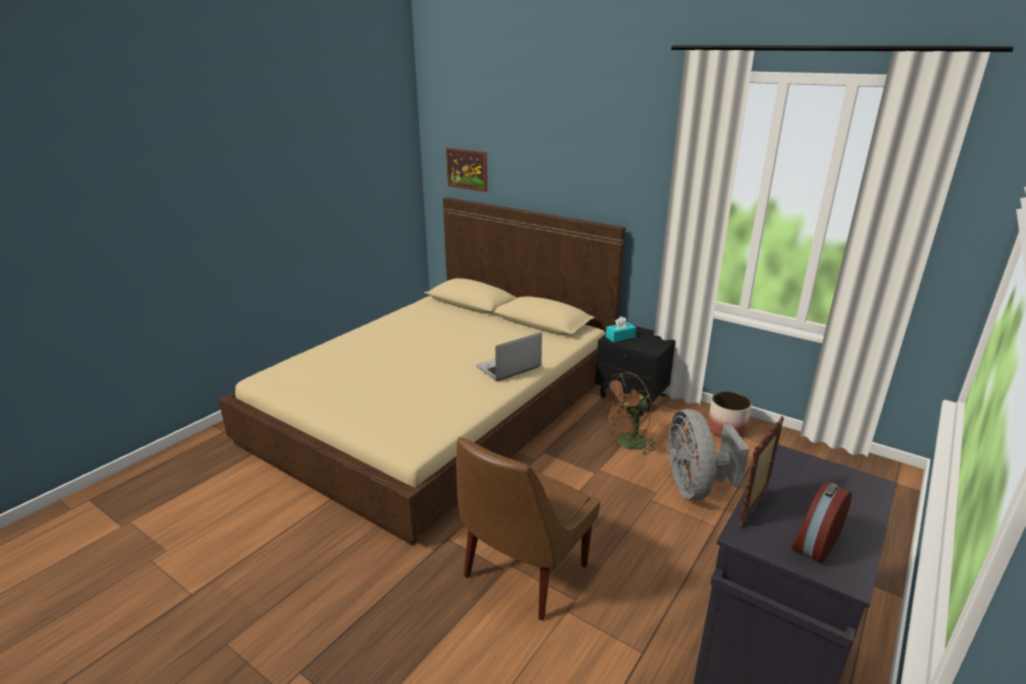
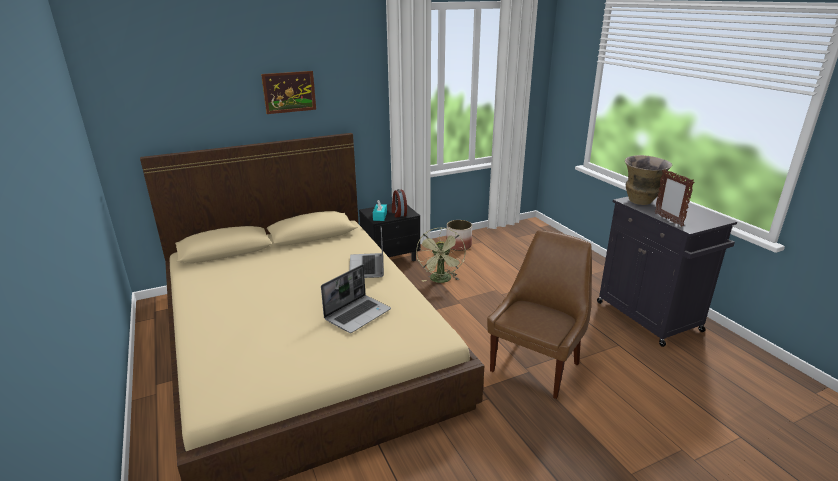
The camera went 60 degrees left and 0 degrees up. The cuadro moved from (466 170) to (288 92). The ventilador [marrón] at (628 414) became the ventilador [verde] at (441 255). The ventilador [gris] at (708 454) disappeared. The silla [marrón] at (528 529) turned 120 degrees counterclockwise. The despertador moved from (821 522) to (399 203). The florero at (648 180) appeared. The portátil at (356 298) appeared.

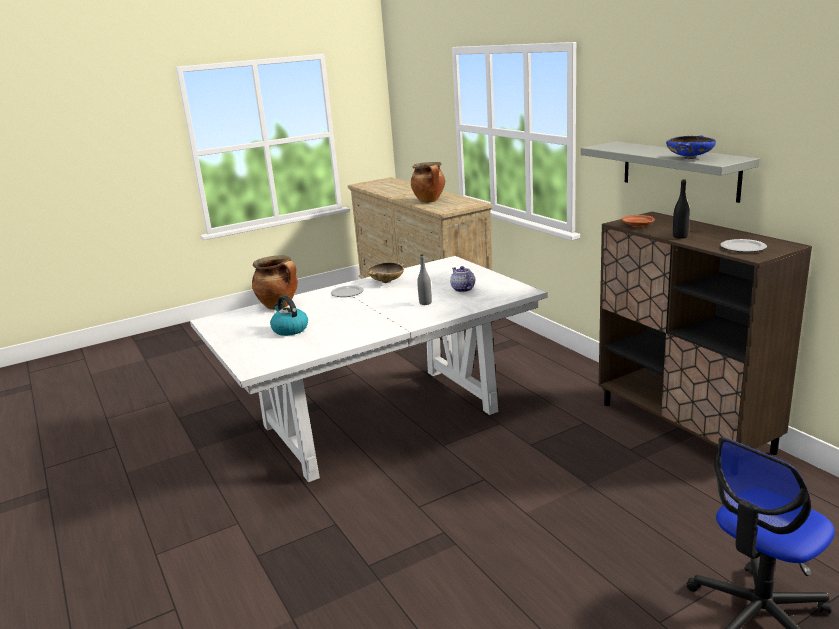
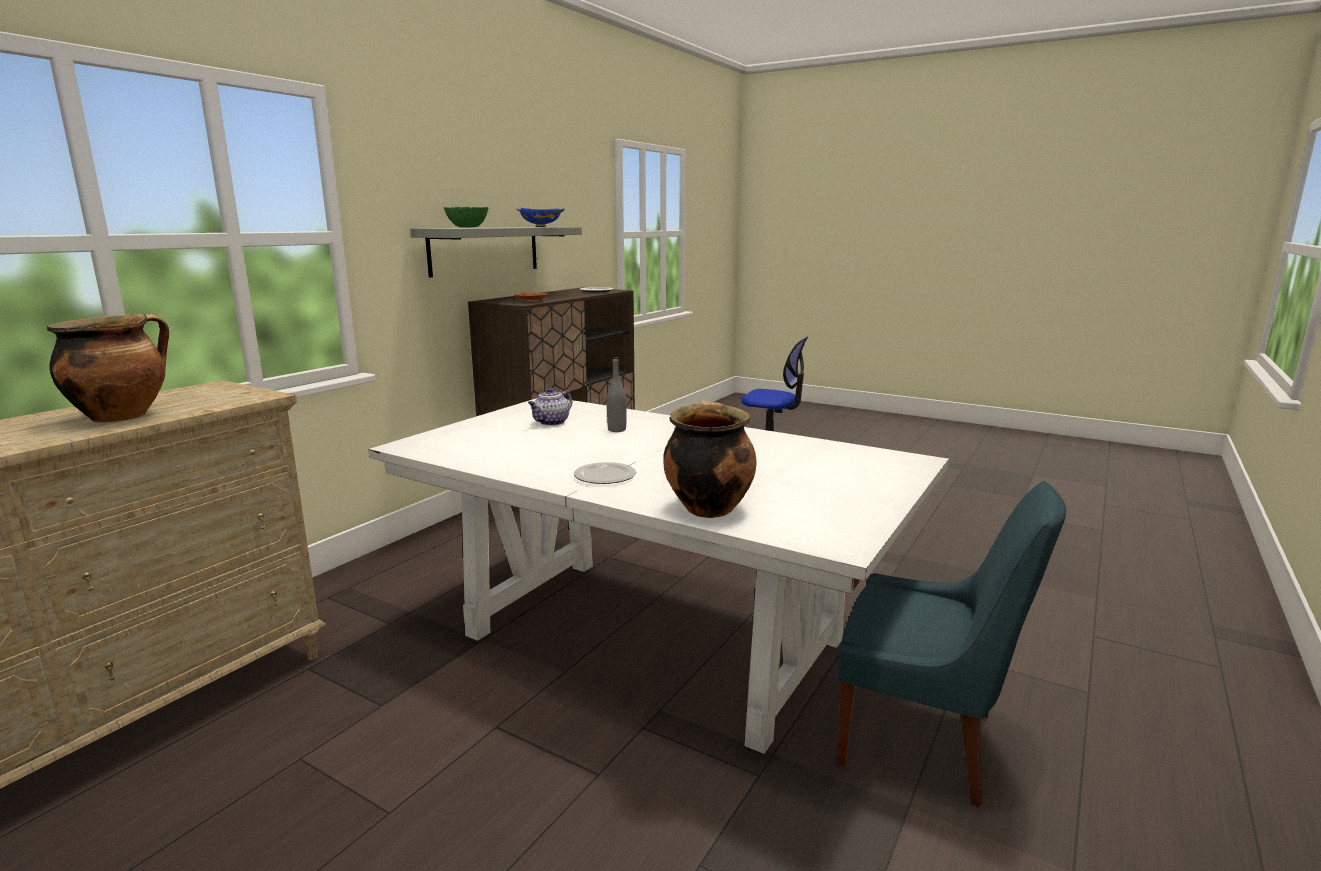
The camera went 120 degrees left and 5 degrees down. The botella [negro] at (681 209) disappeared. The cuenco [beis] at (386 272) disappeared. The hervidor at (289 316) disappeared. The cuenco [verde] at (466 217) appeared. The silla [azul] at (951 644) appeared.

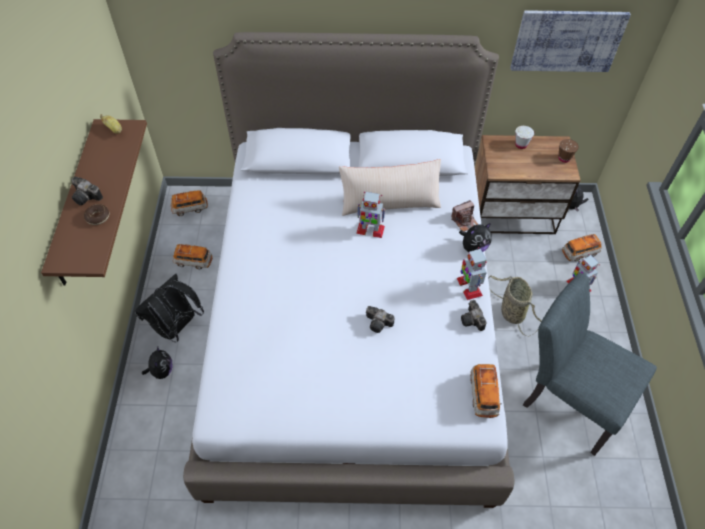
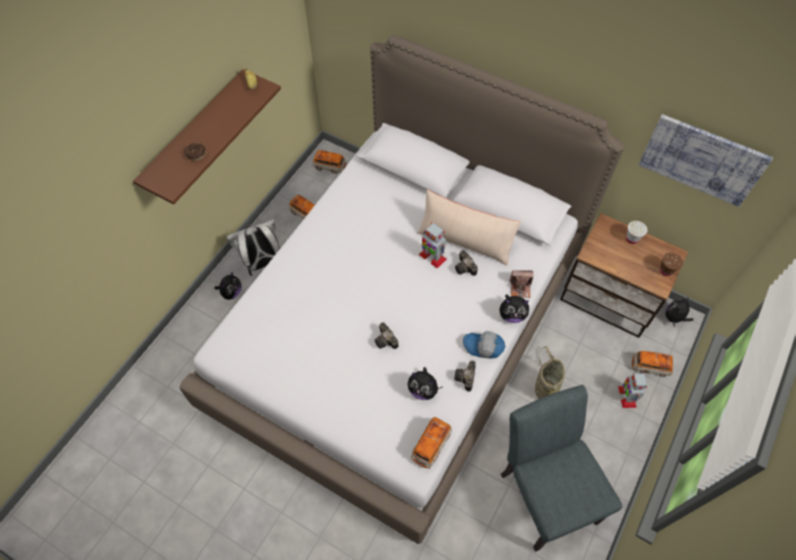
The camera went 30 degrees right and 5 degrees up. The cámara moved from (87 191) to (466 263). The robot de juguete at (472 273) was replaced by the gorra at (484 345). The mochila [negro] at (169 307) became the mochila [blanco] at (253 247). The peluche at (424 383) appeared.

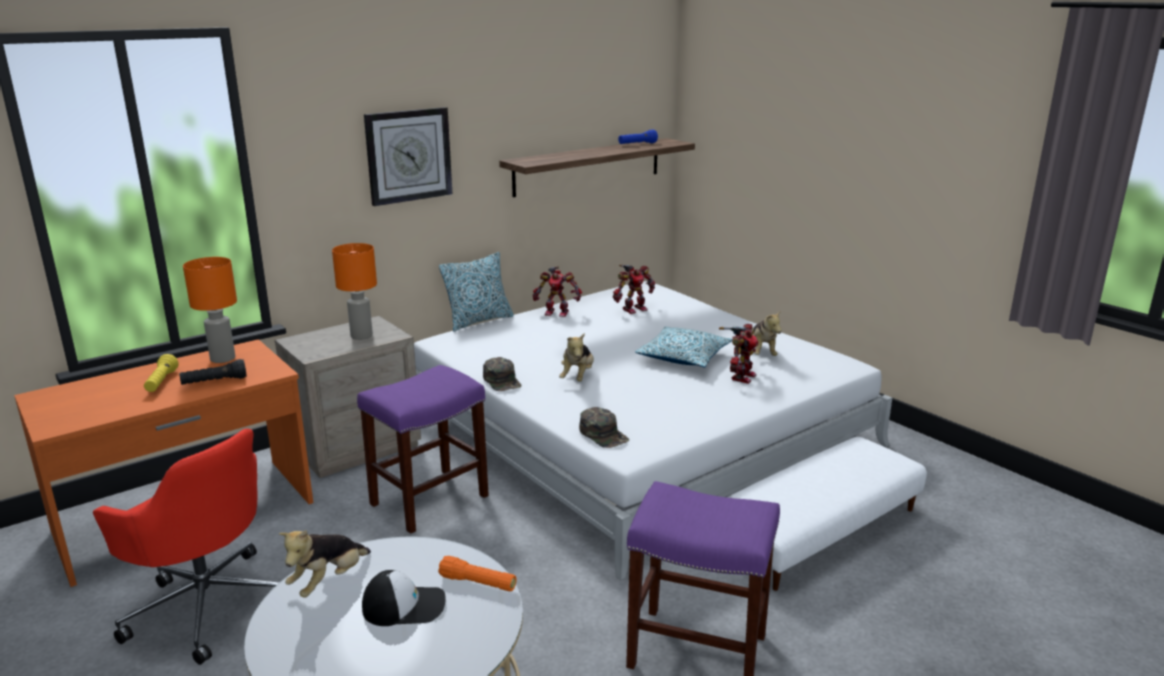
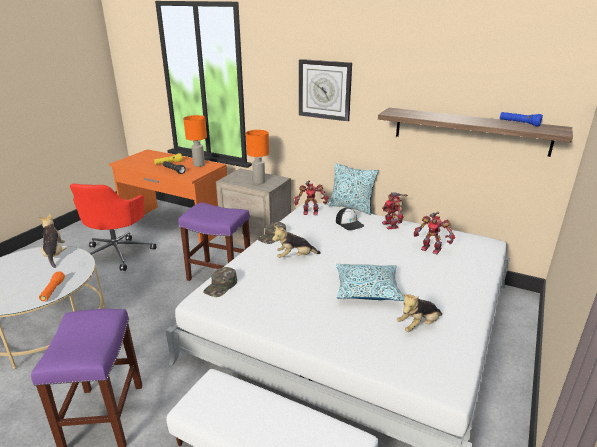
The camera went 65 degrees right and 5 degrees up. The robot de juguete moved from (738 354) to (311 197). The peluche at (325 563) turned 60 degrees clockwise. The gorra moved from (404 598) to (350 219).

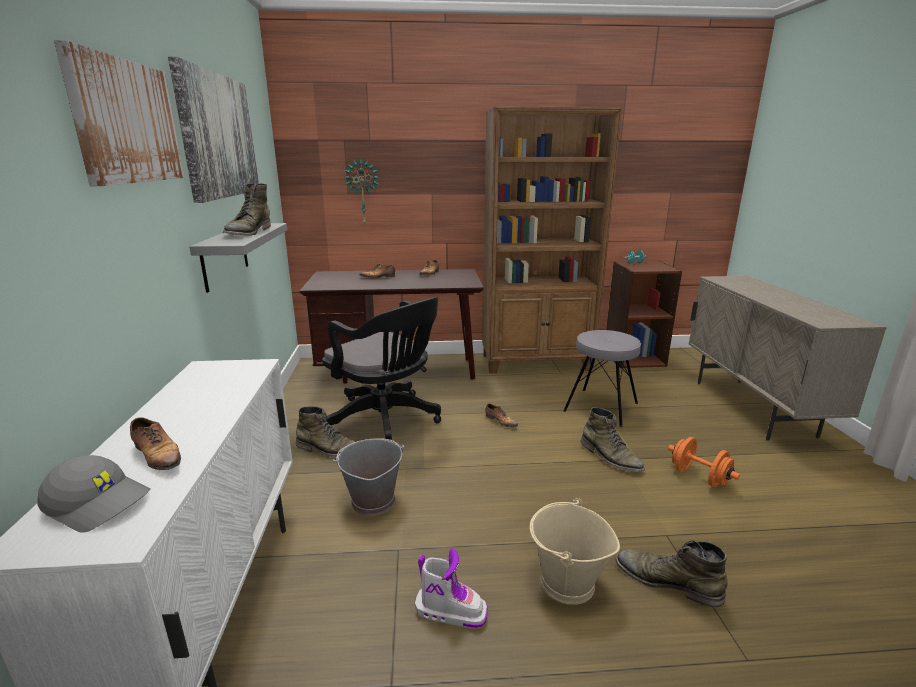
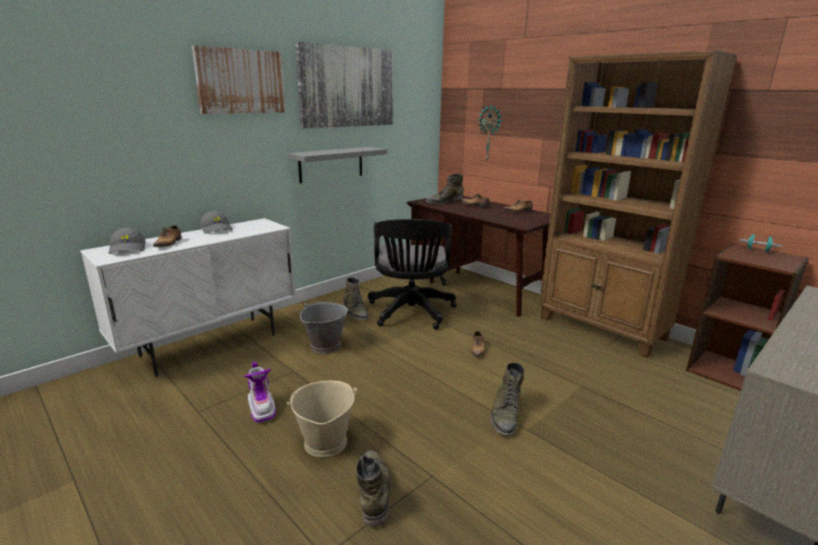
The camera went 50 degrees right and 0 degrees up. The bota [verde] moved from (247 209) to (444 189). The taburete [gris] at (602 378) disappeared. The mancuerna [naranja] at (704 462) disappeared. The gorra [gris] at (216 222) appeared.

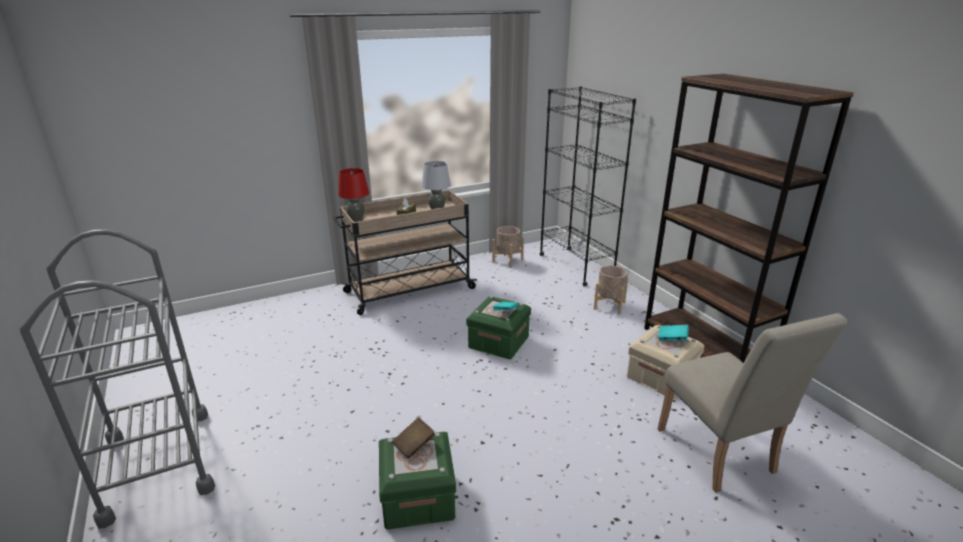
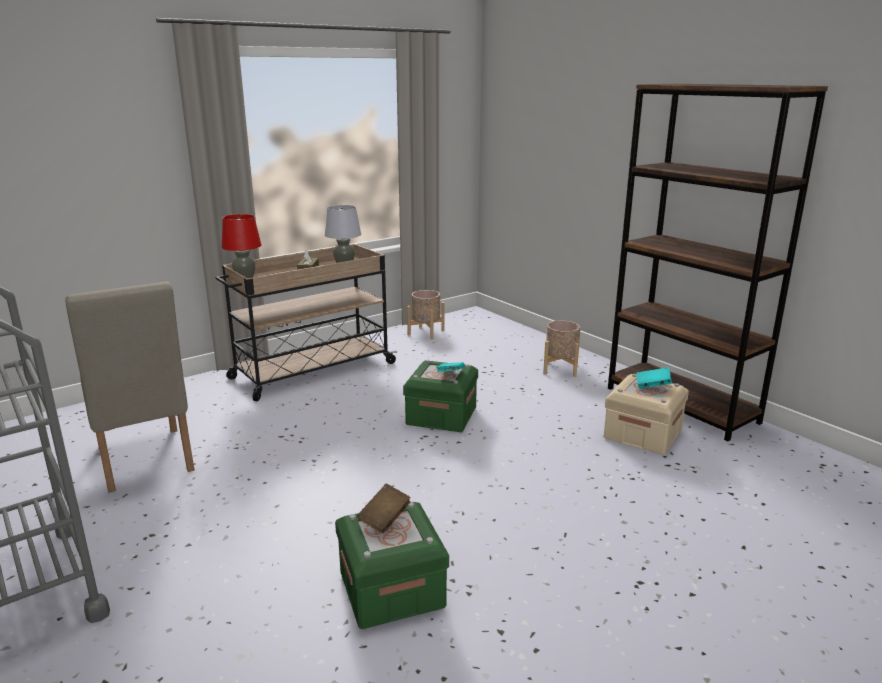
The camera went 10 degrees left and 5 degrees down. The estantería [negro] at (588 186) disappeared. The silla [beis] moved from (752 403) to (130 387).

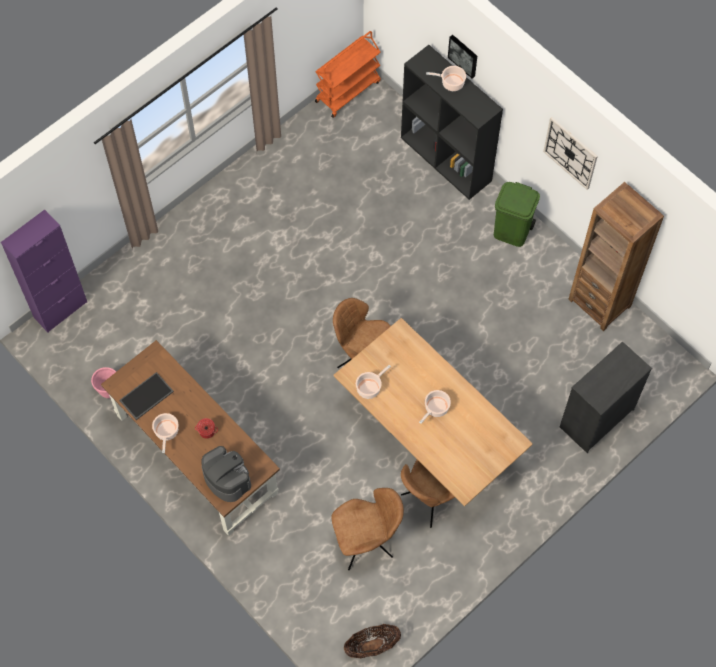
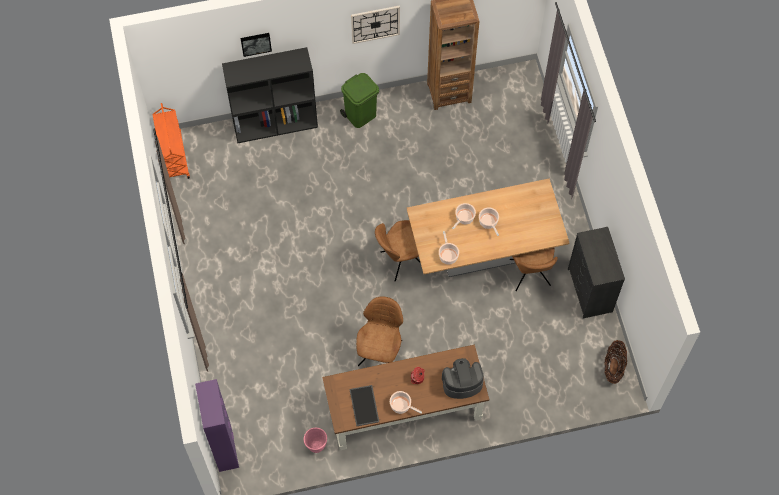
The camera went 60 degrees left and 0 degrees up. The olla moved from (446 78) to (464 216). The cómoda [negro] moved from (606 397) to (596 272). The silla [marrón] moved from (367 529) to (379 331).

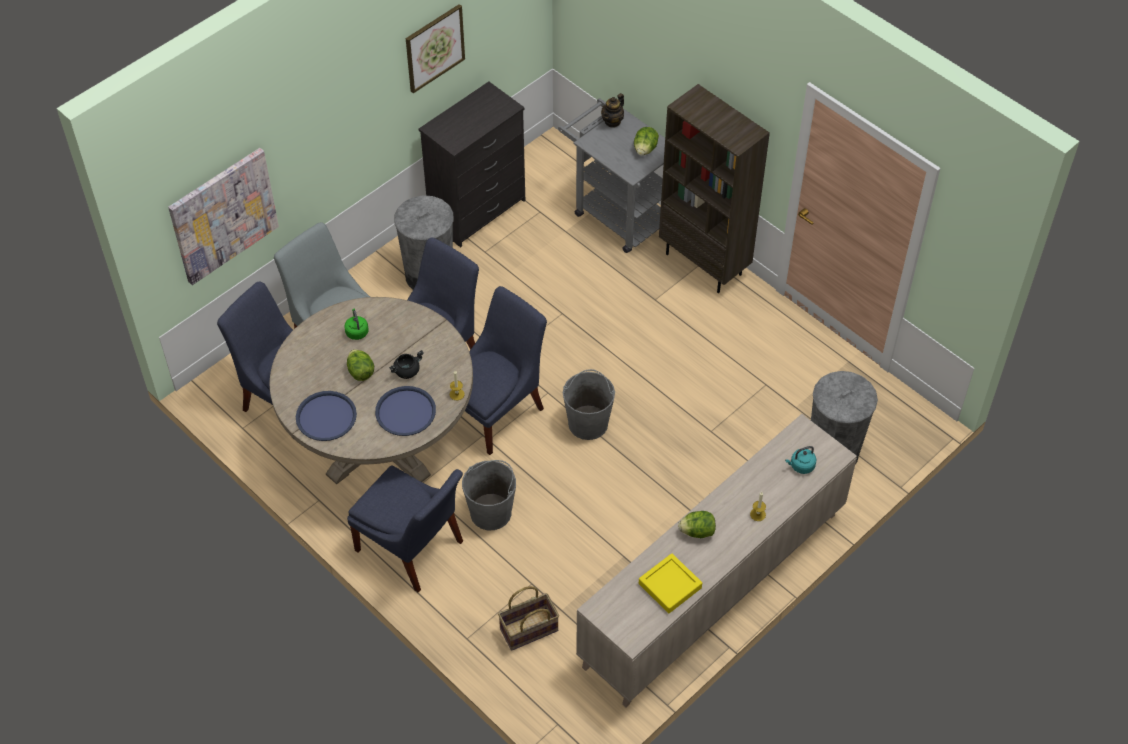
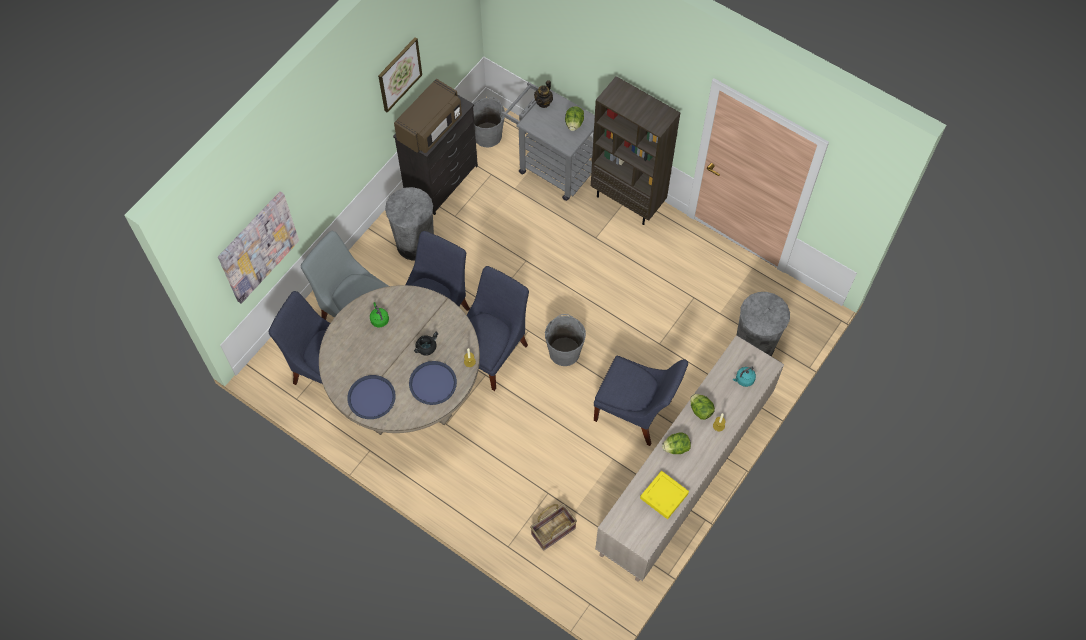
The camera went 10 degrees left and 10 degrees up. The lechuga moved from (360 365) to (702 407). The cubo [gris] moved from (489 495) to (489 122). The silla [azul] moved from (405 529) to (641 401). The microondas [marrón] at (428 116) appeared.

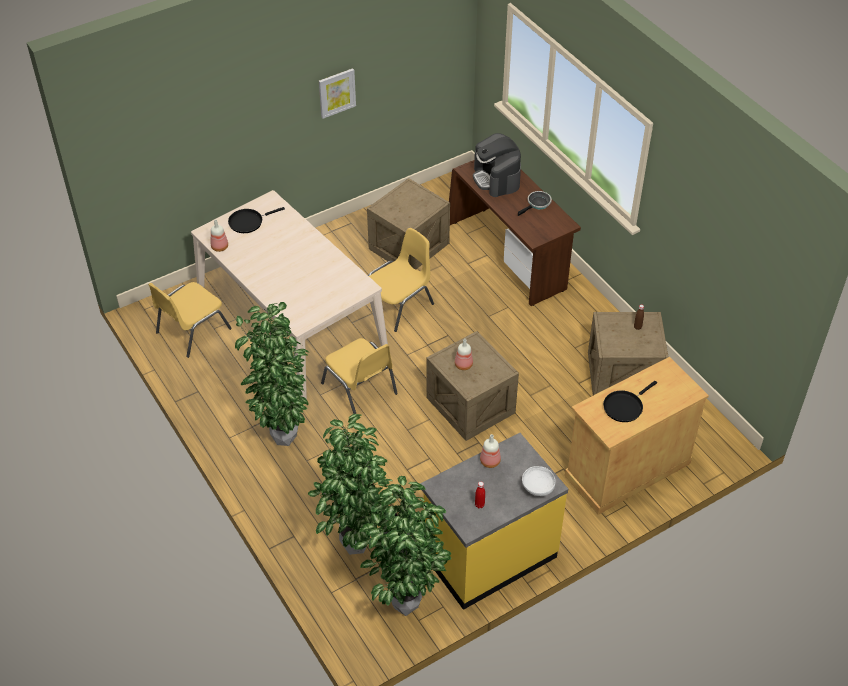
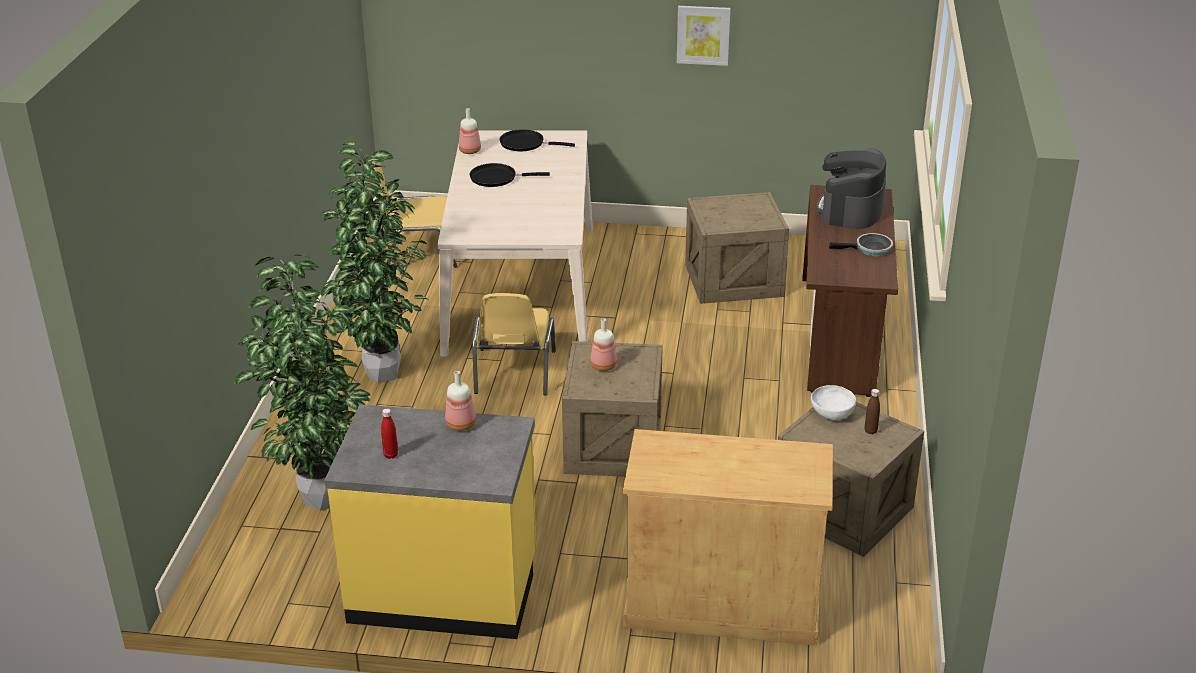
The camera went 40 degrees right and 15 degrees down. The silla [amarillo] at (401 280) disappeared. The sartén [negro] moved from (630 401) to (510 175). The cuenco [blanco] moved from (539 481) to (833 402). The planta en maceta at (402 546) disappeared.

